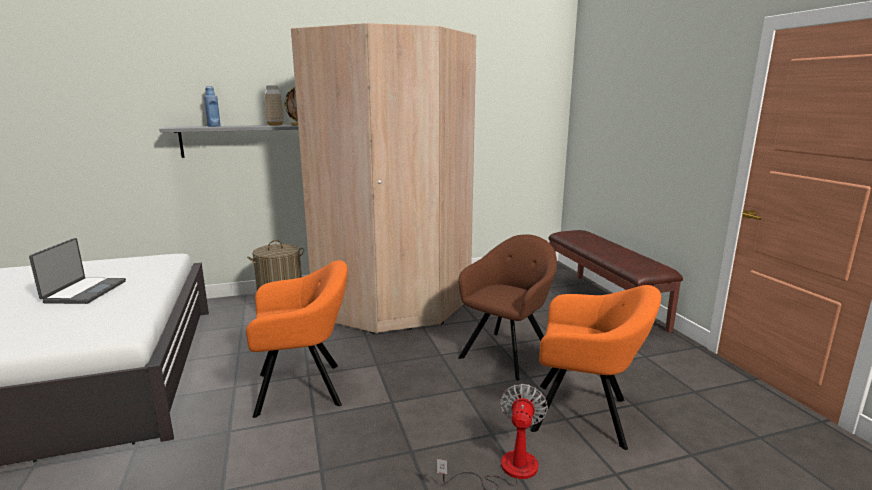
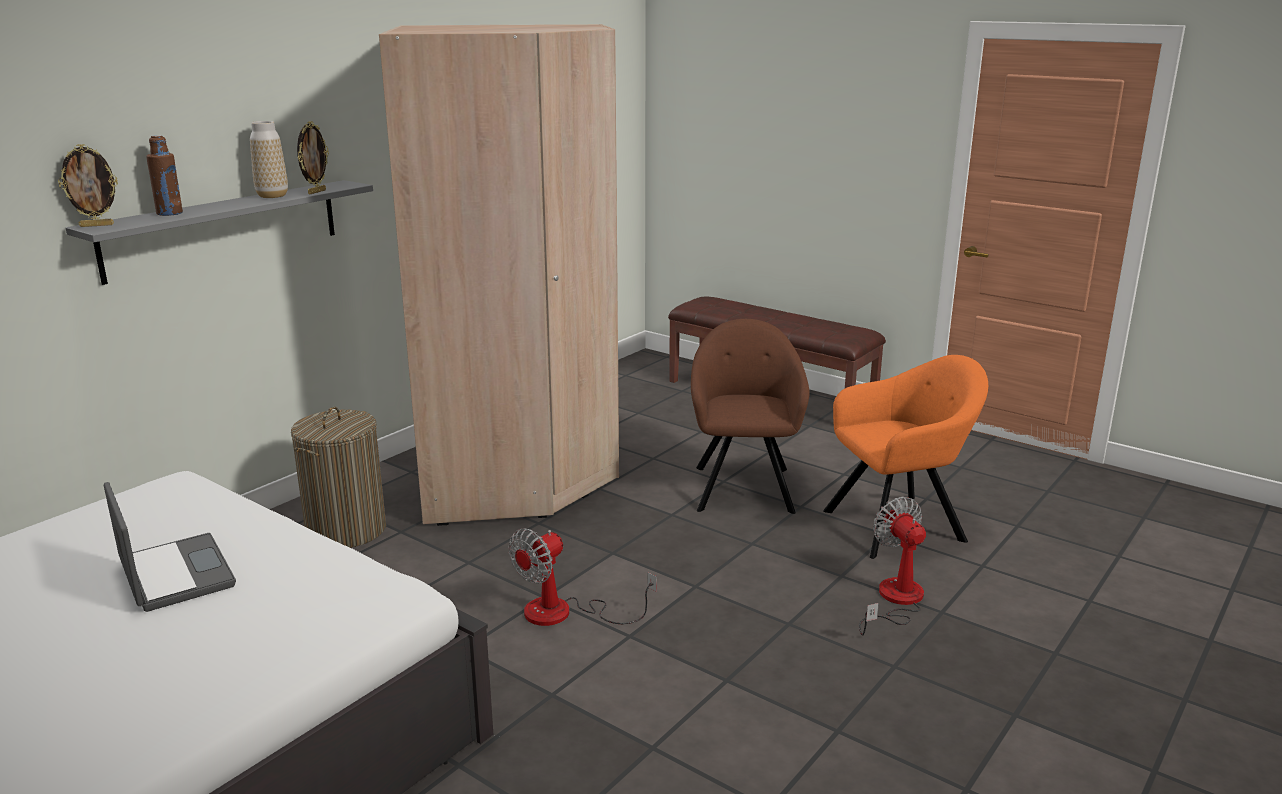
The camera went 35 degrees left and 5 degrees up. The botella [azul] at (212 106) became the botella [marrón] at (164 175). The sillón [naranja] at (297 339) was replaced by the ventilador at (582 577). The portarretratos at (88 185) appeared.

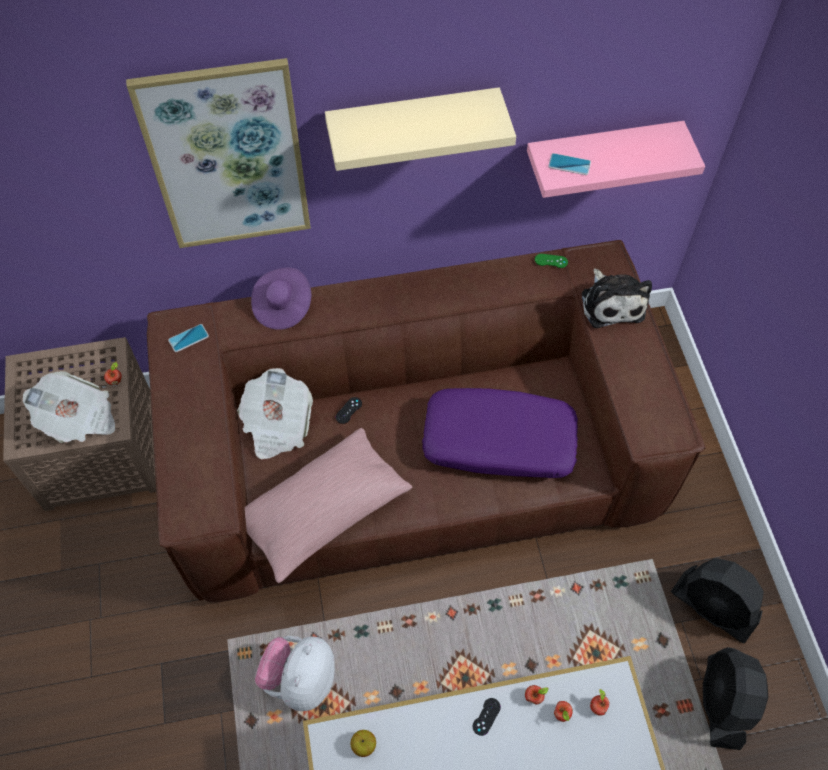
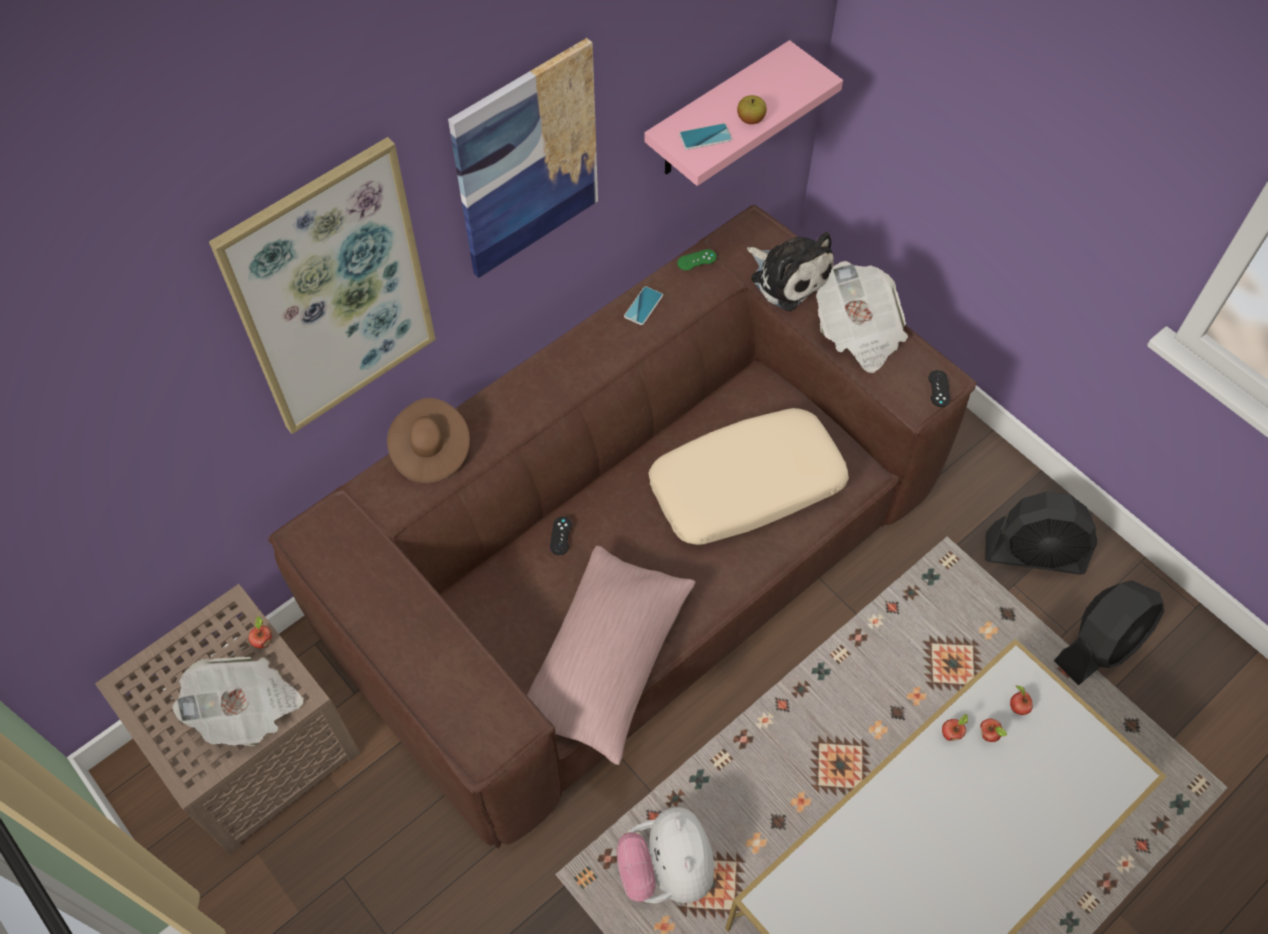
The camera went 30 degrees left and 0 degrees up. The estante [beis] at (420 129) was replaced by the cuadro at (523 158). The sombrero [morado] at (281 298) became the sombrero [marrón] at (428 440). The móvil moved from (188 338) to (643 305). The periódico moved from (275 413) to (862 317). The cojín [morado] at (500 433) became the cojín [beis] at (748 476). The ventilador [negro] at (735 698) turned 105 degrees counterclockwise. The mando de consola [negro] moved from (487 717) to (939 388). The manzana moved from (363 743) to (752 109).

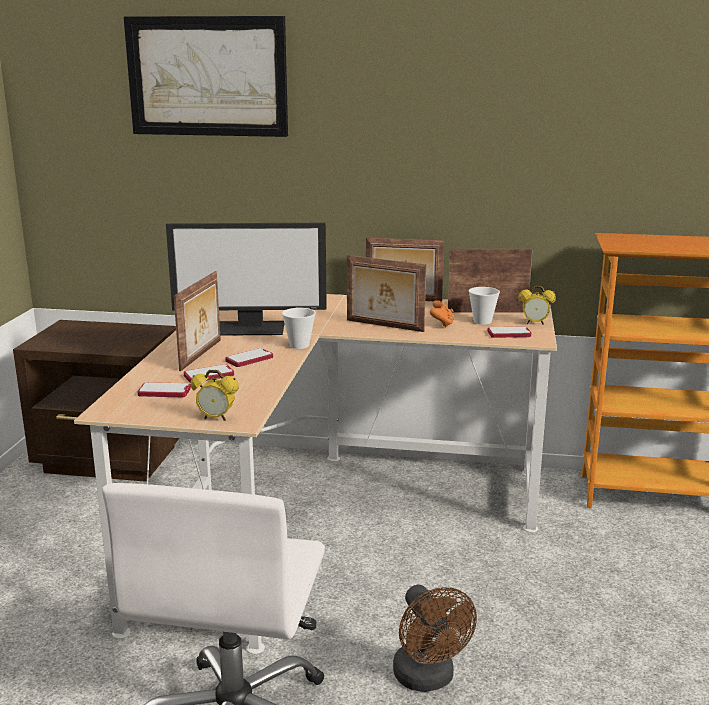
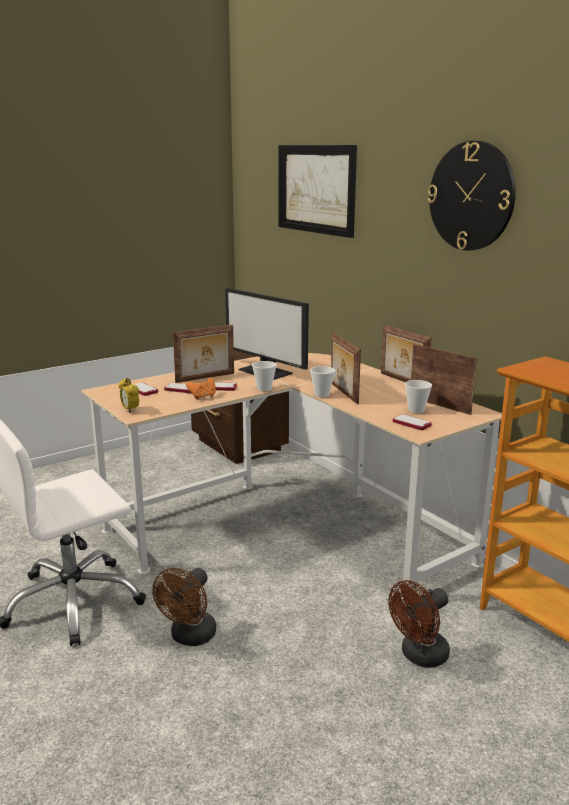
The camera went 45 degrees right and 0 degrees up. The despertador at (537 305) disappeared. The mando de consola [naranja] moved from (442 314) to (201 389). The reloj de pared at (471 196) appeared. The taza at (322 381) appeared. The ventilador [marrón] at (419 623) appeared.

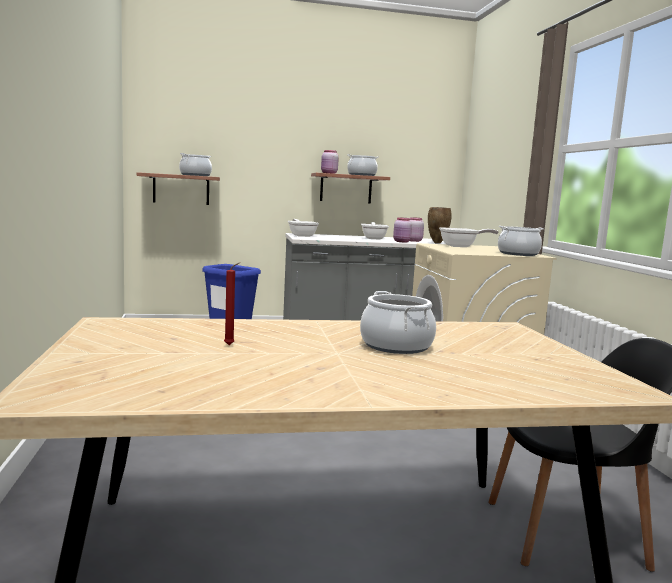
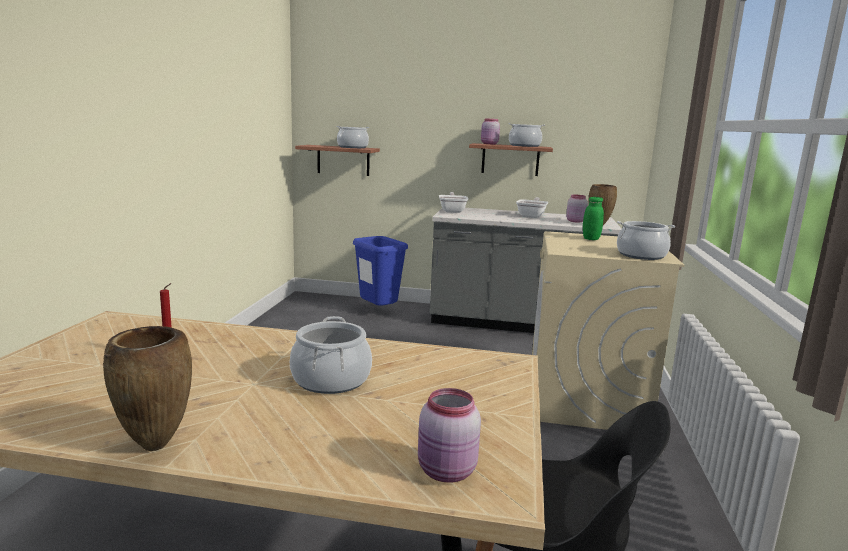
The camera went 20 degrees right and 5 degrees up. The tarro [rosa] moved from (402 229) to (449 435). The sartén at (469 237) was replaced by the tarro [verde] at (593 218). The florero [marrón] at (147 388) appeared.

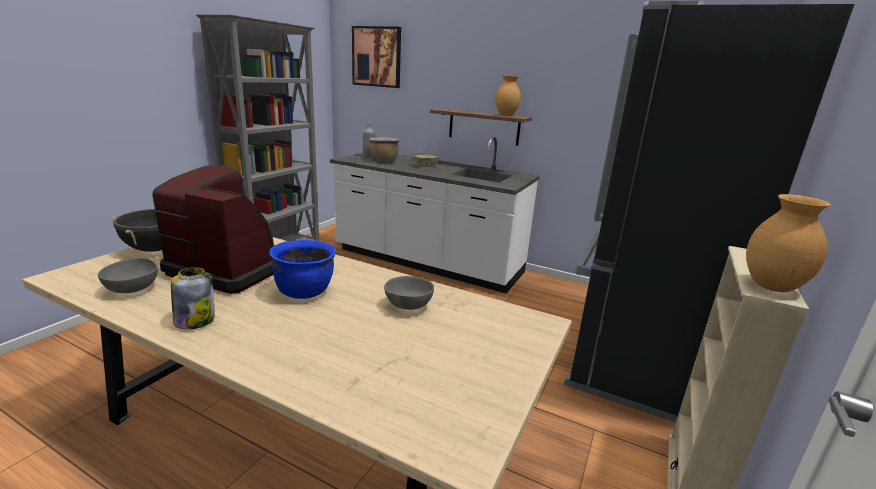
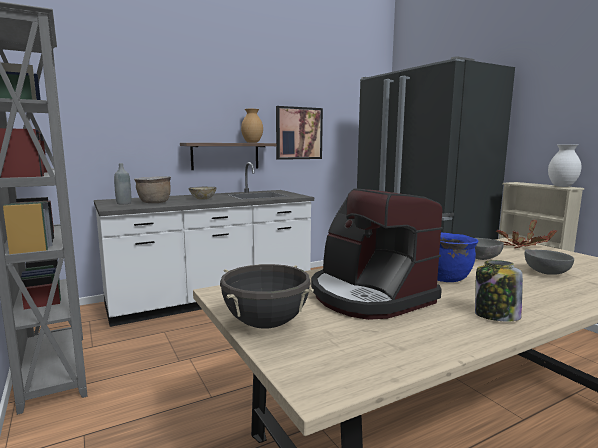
The camera went 55 degrees left and 10 degrees down. The cuadro moved from (376 57) to (299 133). The cafetera at (213 229) turned 90 degrees counterclockwise. The florero [marrón] at (788 243) became the florero [blanco] at (564 165). The cuenco [gris] moved from (128 275) to (549 262). The planta en maceta at (526 234) appeared.

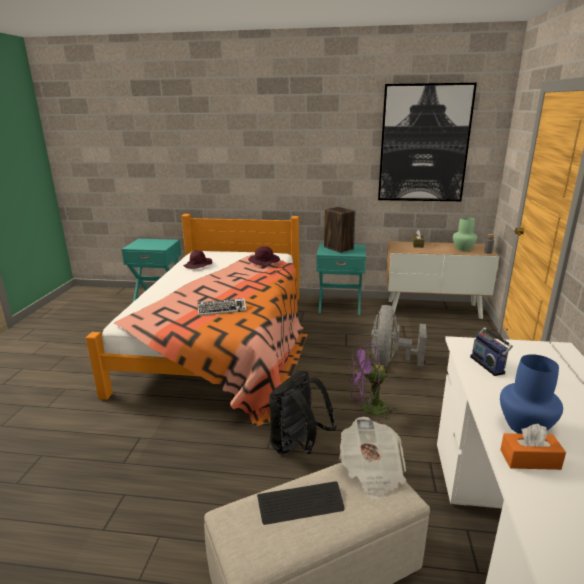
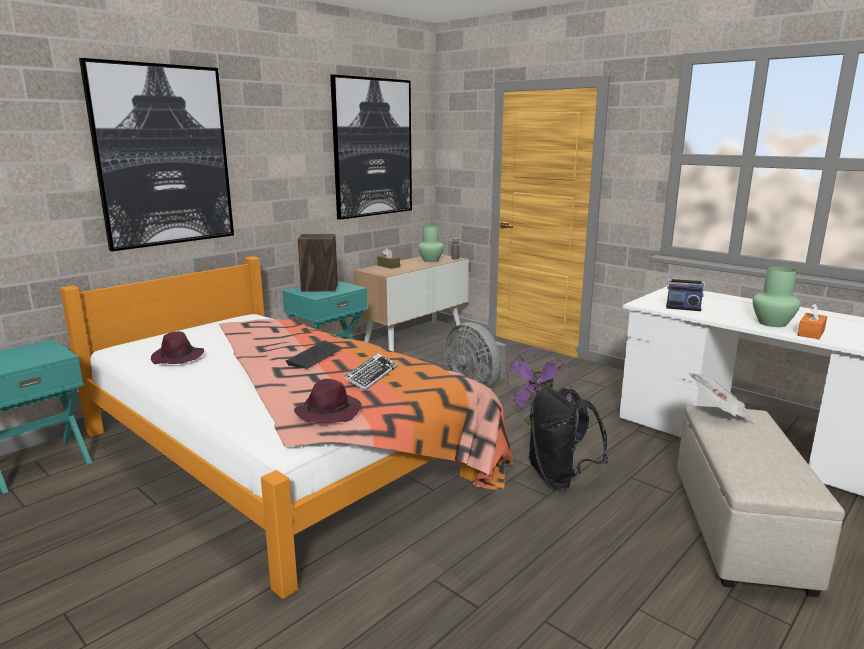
The camera went 55 degrees left and 5 degrees down. The sombrero [morado] moved from (264 256) to (328 401). The florero [azul] at (531 394) became the florero [verde] at (776 297). The teclado moved from (301 503) to (314 354). The cuadro at (156 154) appeared.

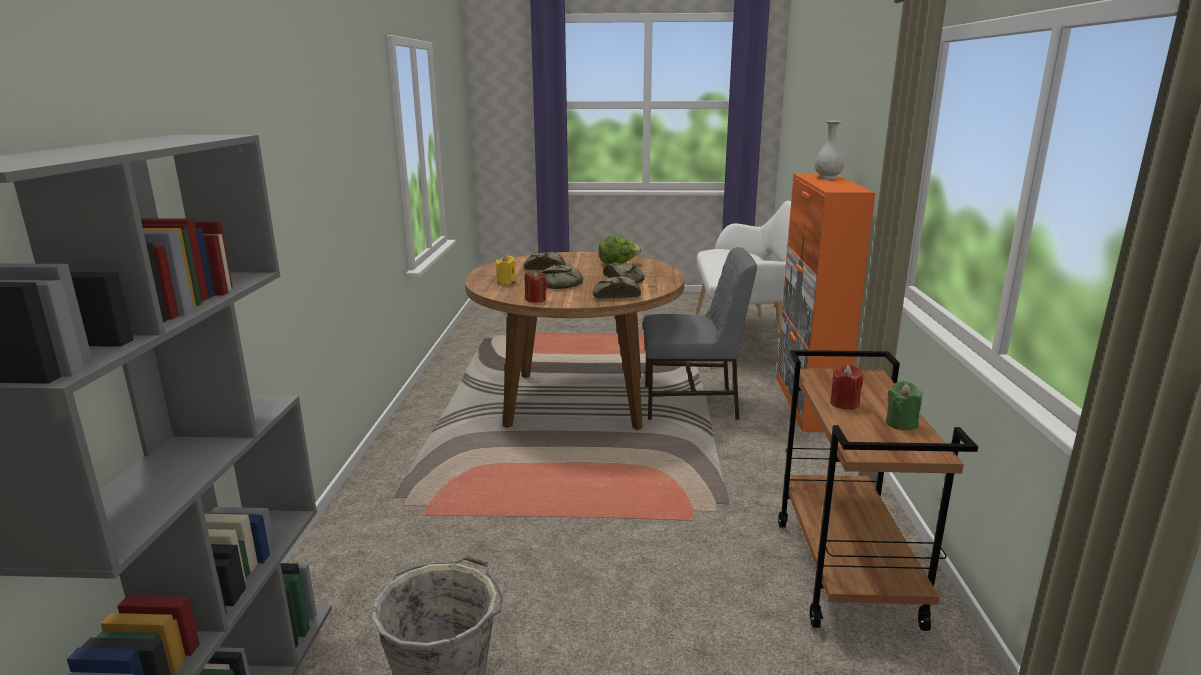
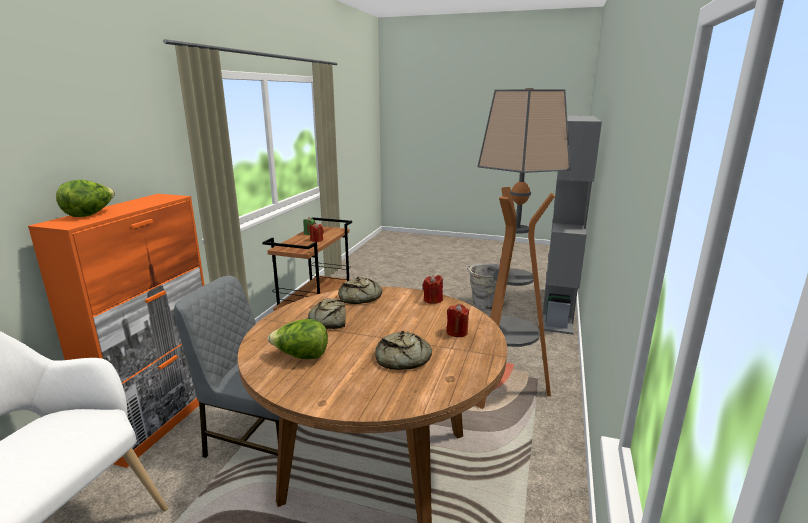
The camera went 165 degrees left and 0 degrees up. The florero [blanco] at (829 150) was replaced by the lechuga at (85 198). The vela [amarillo] at (506 269) became the vela [rojo] at (457 320). The pan at (562 276) disappeared. The lámpara de pie at (523 248) appeared.

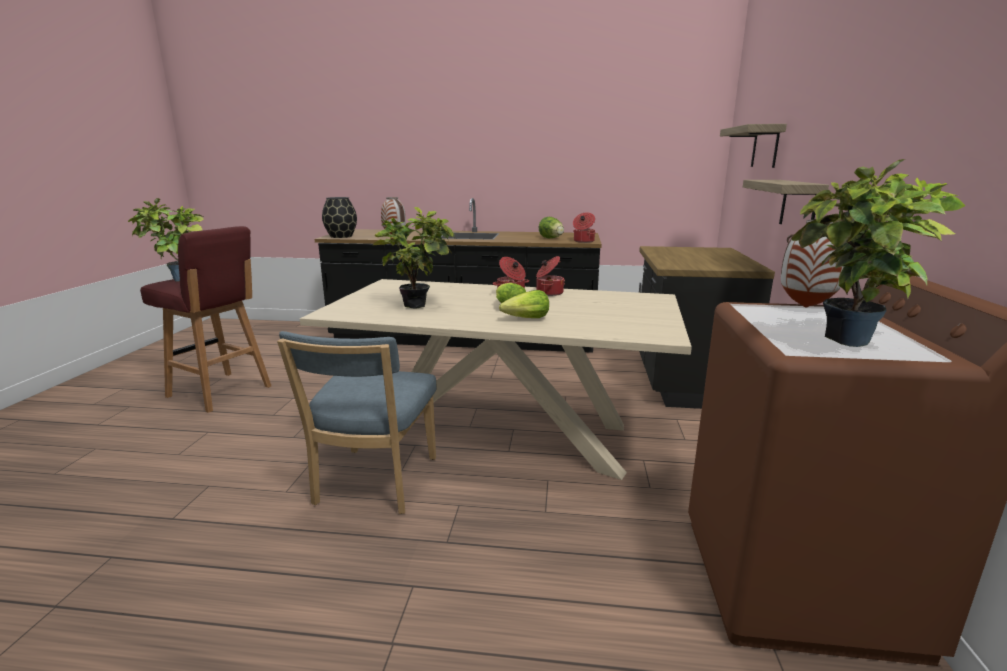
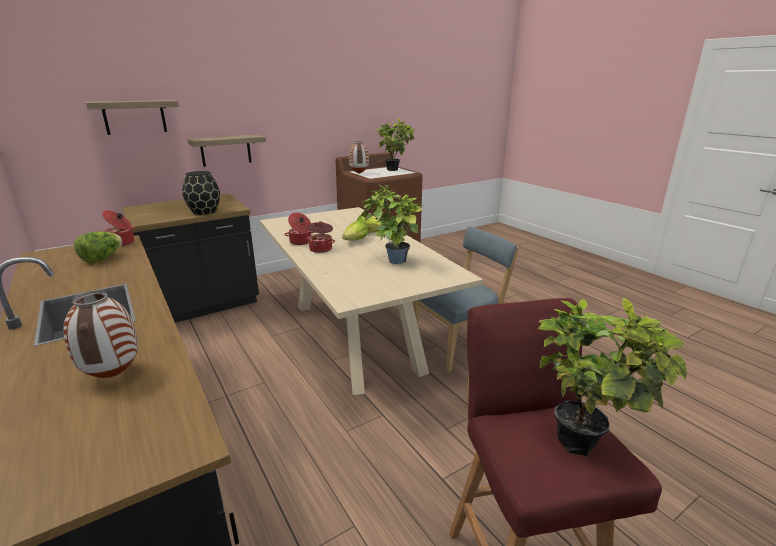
The camera went 130 degrees left and 5 degrees up. The florero [negro] moved from (339 217) to (201 193).

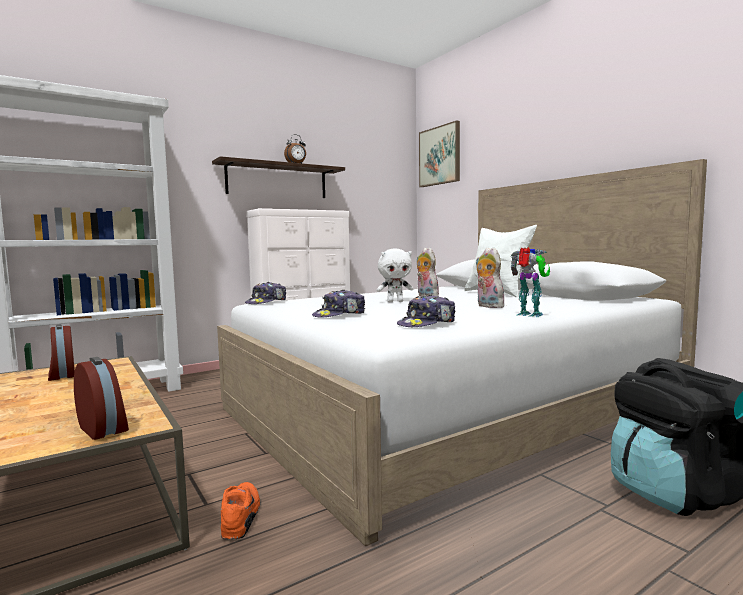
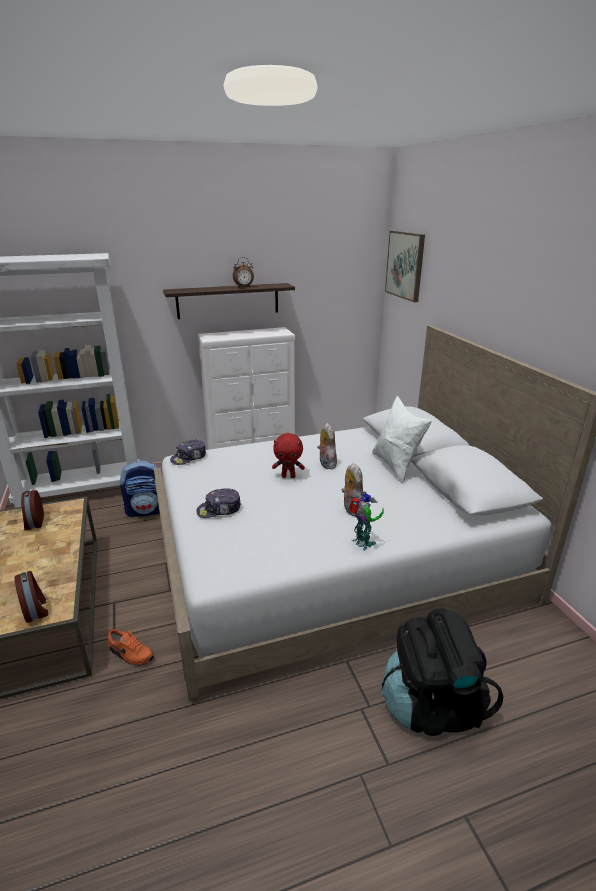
The camera went 15 degrees right and 20 degrees up. The peluche [blanco] at (395 275) became the peluche [rojo] at (288 455). The gorra at (426 311) disappeared. The zapato [naranja] at (240 510) turned 105 degrees clockwise. The mochila at (141 488) appeared.

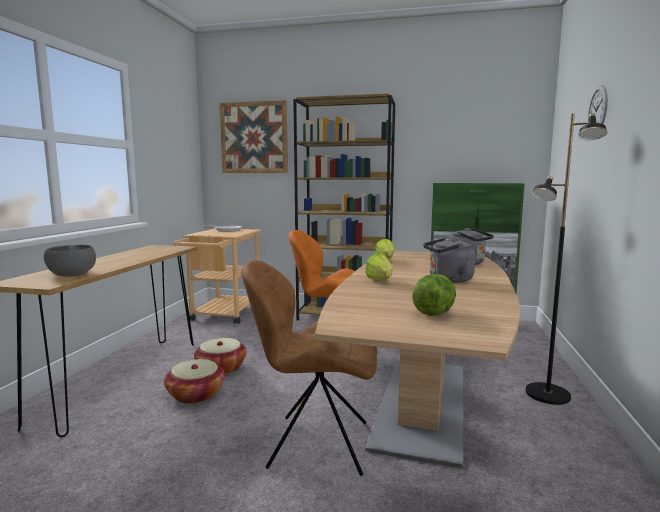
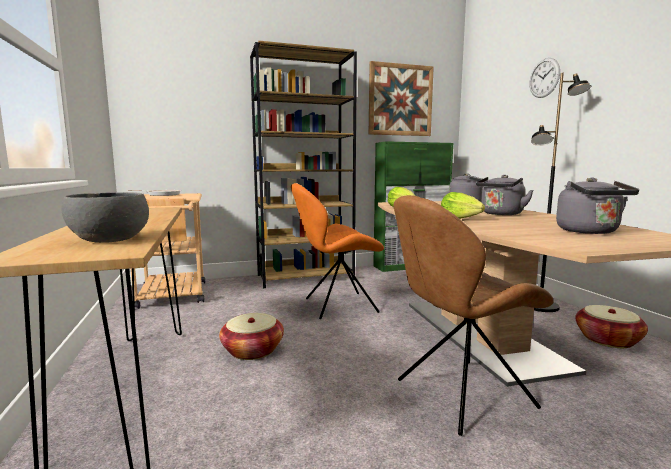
The camera went 30 degrees left and 0 degrees up. The cuadro moved from (254 136) to (401 98). The lechuga at (434 295) was replaced by the hervidor [gris] at (597 205). The cesta moved from (194 381) to (611 326).

